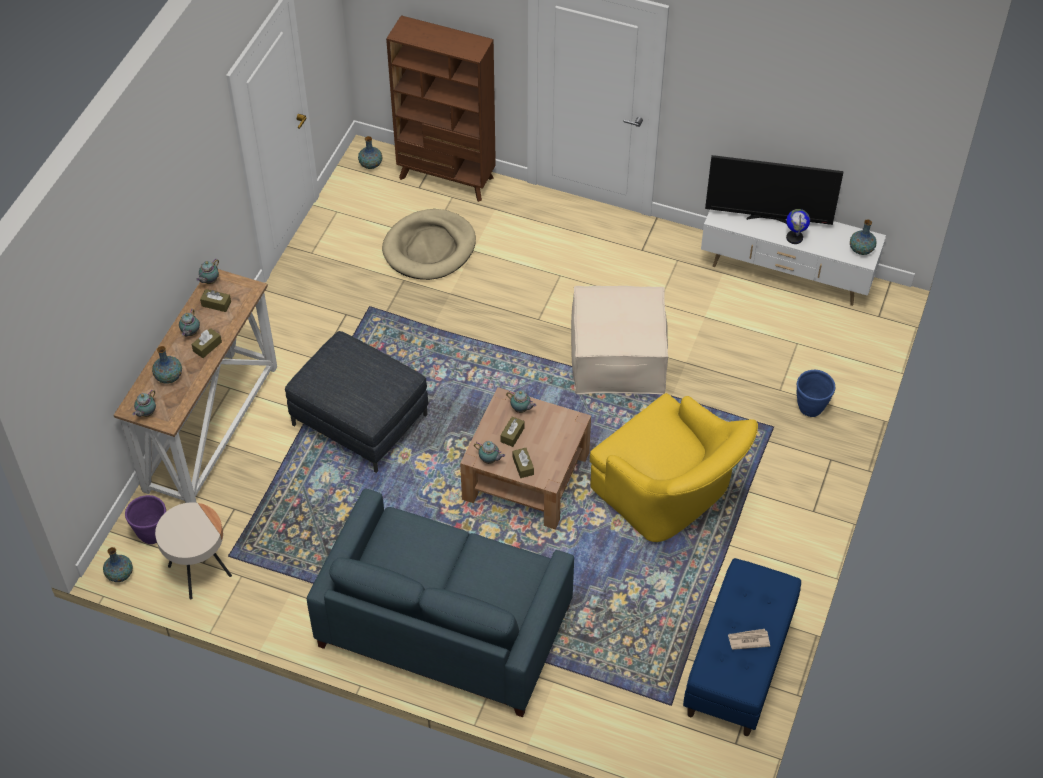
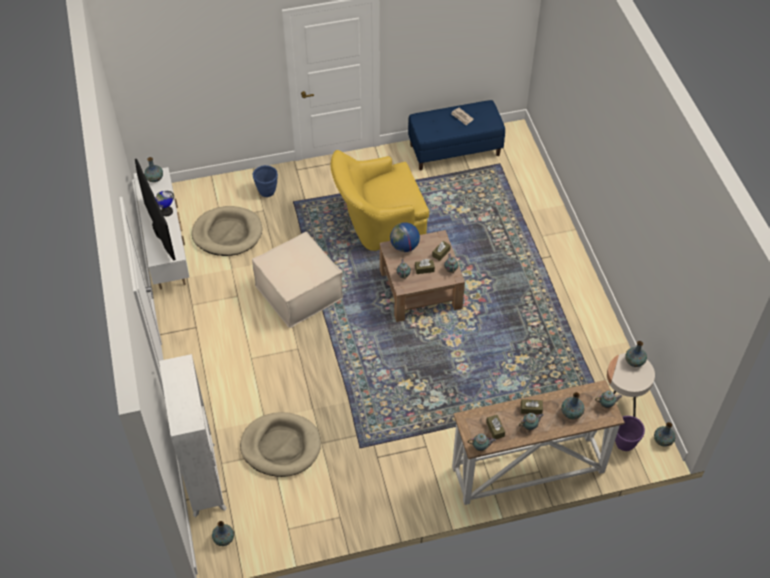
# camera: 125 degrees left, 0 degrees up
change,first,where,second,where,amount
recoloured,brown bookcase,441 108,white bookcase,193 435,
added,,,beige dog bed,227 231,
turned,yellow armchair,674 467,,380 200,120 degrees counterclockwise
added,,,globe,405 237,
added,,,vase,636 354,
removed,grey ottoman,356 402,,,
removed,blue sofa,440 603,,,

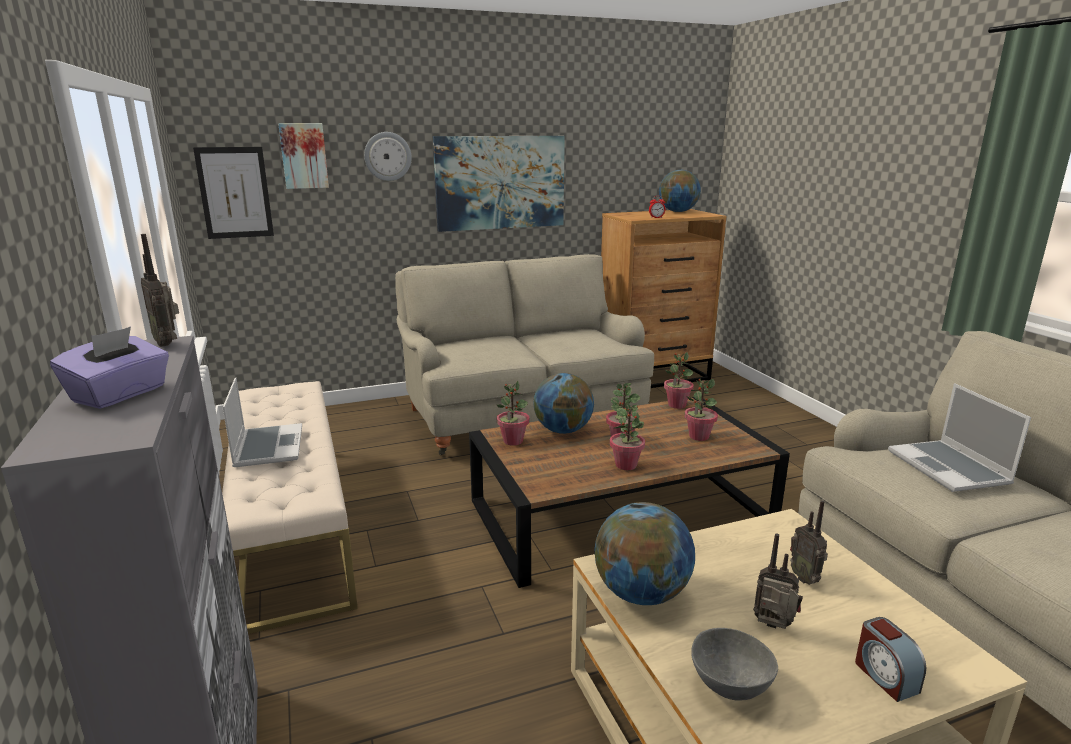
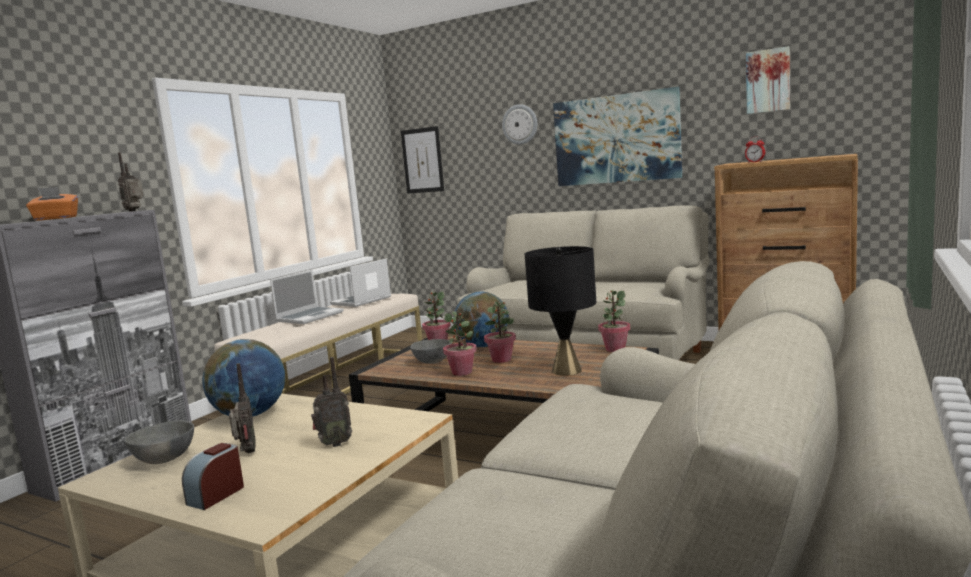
# camera: 50 degrees right, 10 degrees down
change,first,where,second,where,amount
recoloured,purple tissue box,109 368,orange tissue box,52 204,
turned,radio,809 542,,331 402,135 degrees counterclockwise
moved,laptop,959 437,,360 283,
added,,,grey bowl,431 351,
replaced,potted plant,701 410,black table lamp,560 311,
moved,picture,303 156,,768 80,
removed,globe,680 191,,,

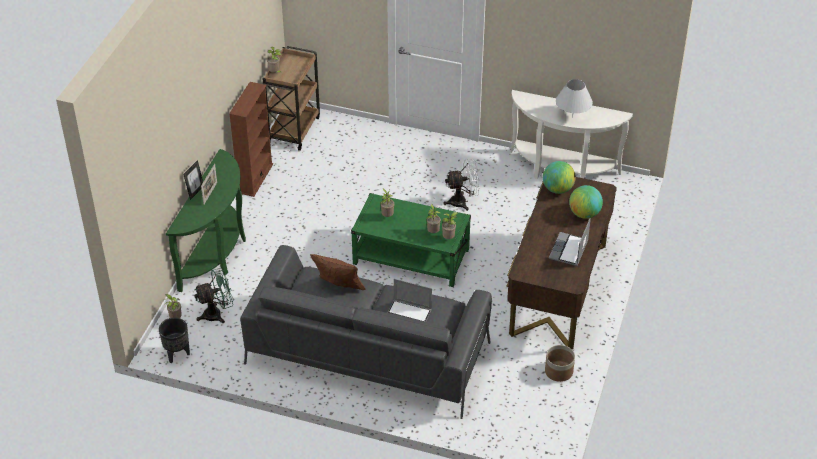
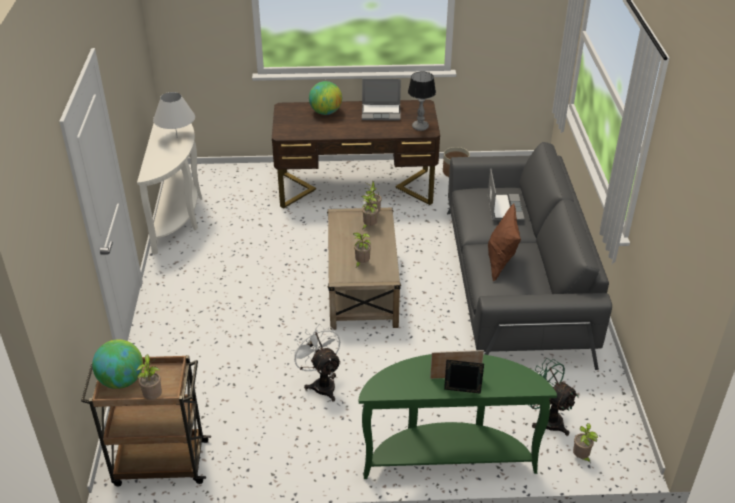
# camera: 110 degrees left, 5 degrees down
change,first,where,second,where,amount
moved,globe,559 177,,117 364,
moved,white fan,461 185,,315 363,
recoloured,green coffee table,411 240,beige coffee table,364 269,
added,,,table lamp,422 101,
removed,black planter,174 340,,,
removed,brown bookcase,251 139,,,

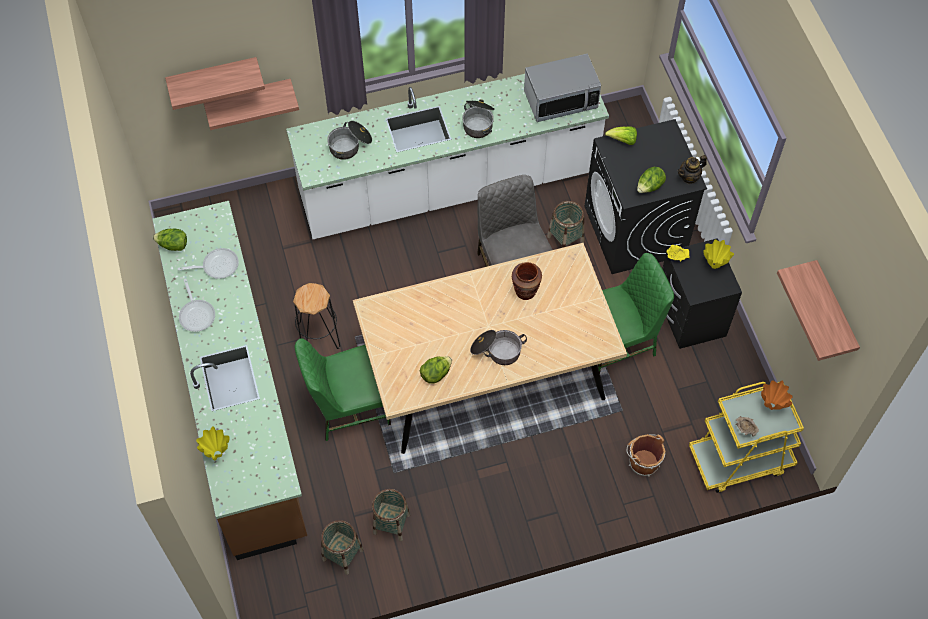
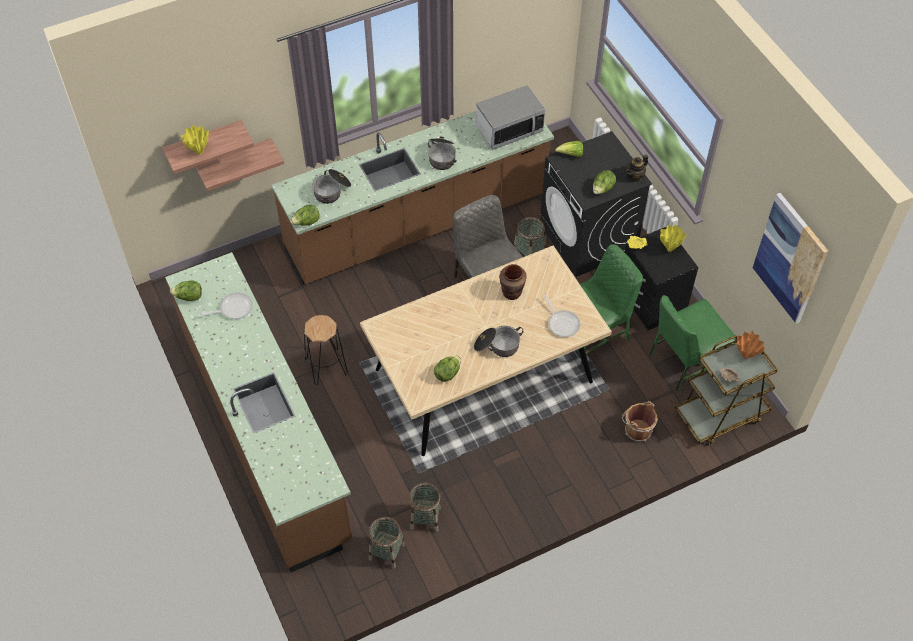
# camera: 10 degrees left, 5 degrees down
change,first,where,second,where,amount
moved,yellow vase,212 443,,195 140,
recoloured,white counter,447 156,brown counter,413 197,
added,,,lettuce,305 215,
moved,frying pan,197 305,,562 316,
moved,green chair,343 389,,693 343,
recoloured,yellow cart,746 437,brown cart,726 391,
replaced,shelf,818 310,picture,790 258,

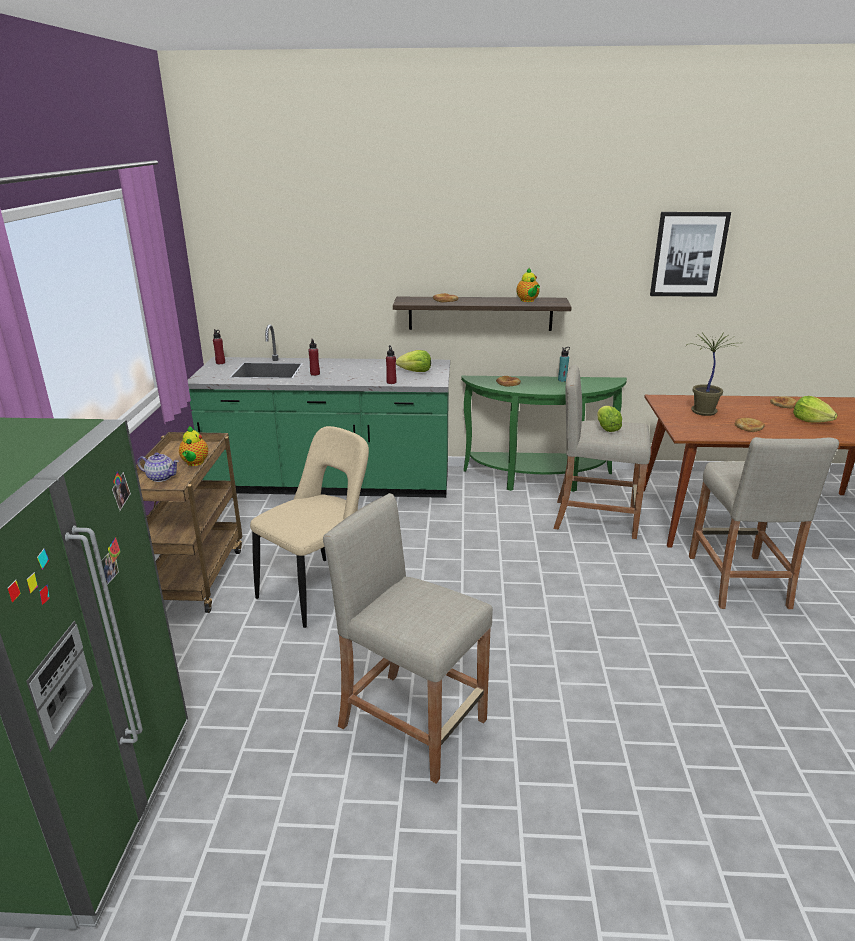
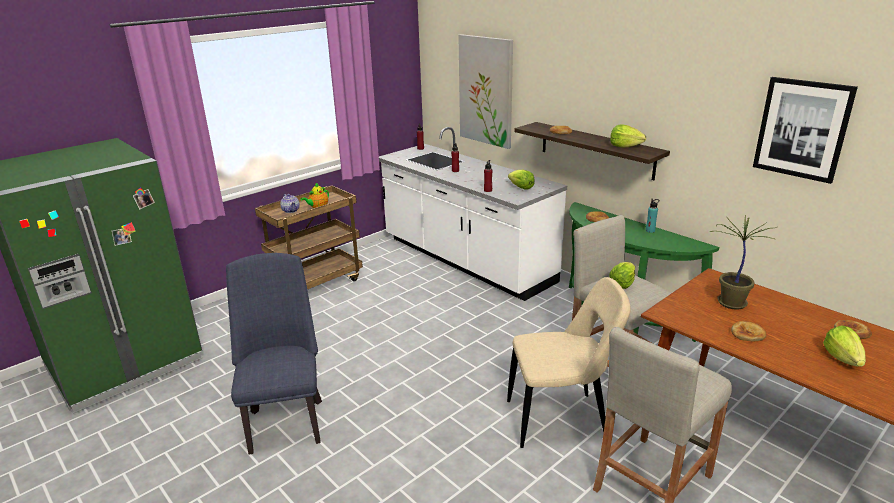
# camera: 45 degrees right, 0 degrees up
change,first,where,second,where,amount
replaced,beige stool,408 638,blue chair,274 354,
recoloured,green counter,319 411,white counter,473 214,
added,,,picture,485 91,
moved,beige chair,309 527,,569 362,
replaced,teapot,528 284,lettuce,628 136,

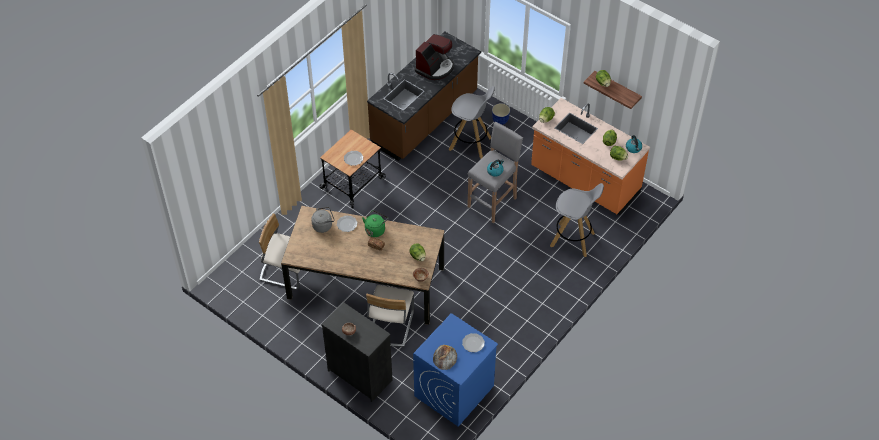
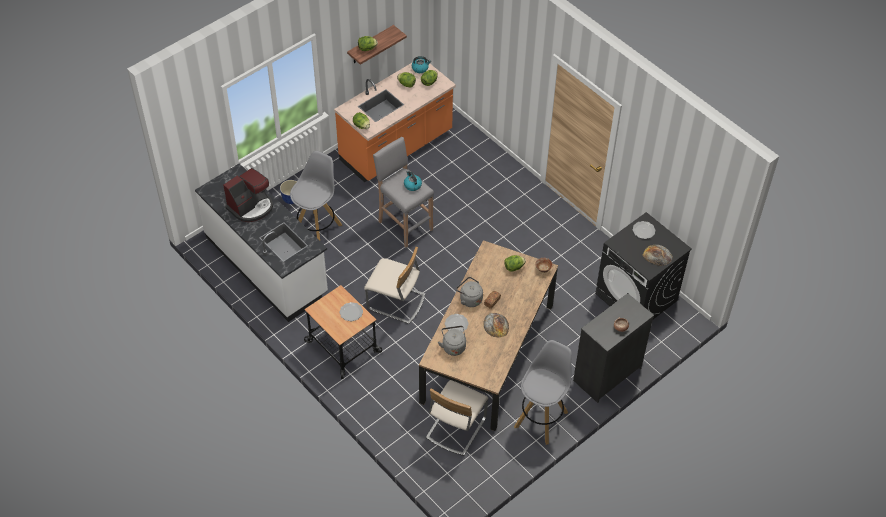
# camera: 80 degrees left, 0 degrees up
change,first,where,second,where,amount
recoloured,brown counter,424 96,white counter,261 242,
turned,coffee machine,434 57,,248 195,90 degrees clockwise
moved,beige chair,390 316,,394 285,
recoloured,green kettle,375 223,grey kettle,469 292,
added,,,bread,496 325,
moved,grey stool,577 220,,543 392,
recoloured,blue washing machine,455 370,black washing machine,643 265,

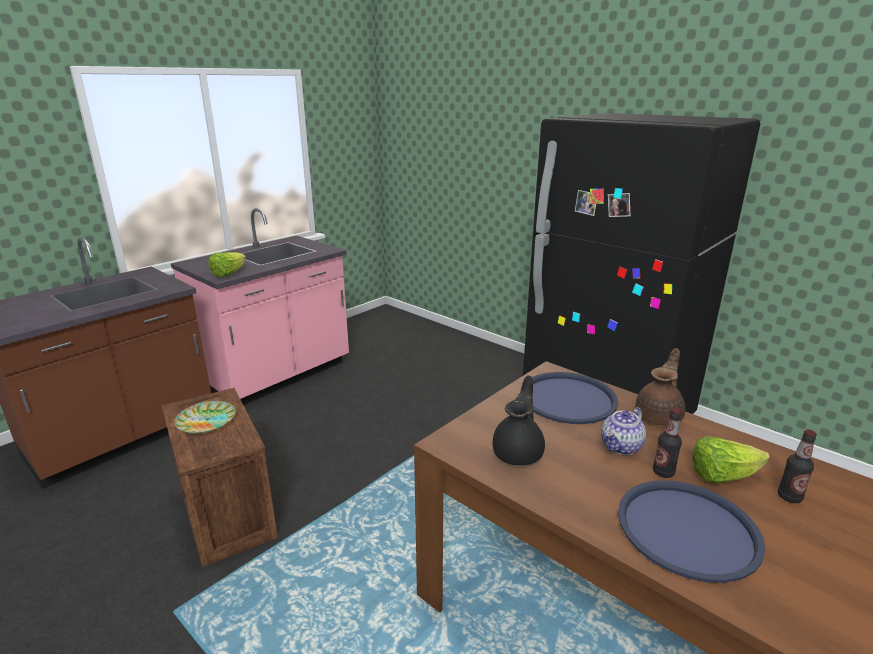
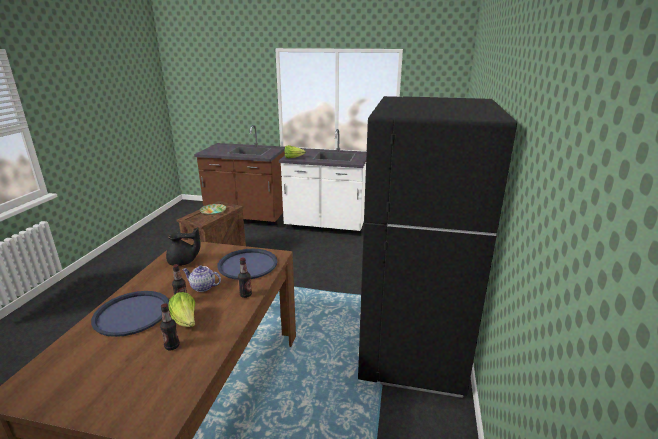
# camera: 60 degrees right, 0 degrees up
change,first,where,second,where,amount
replaced,brown teapot,660 387,bottle,245 278,
recoloured,pink counter,260 306,white counter,323 182,

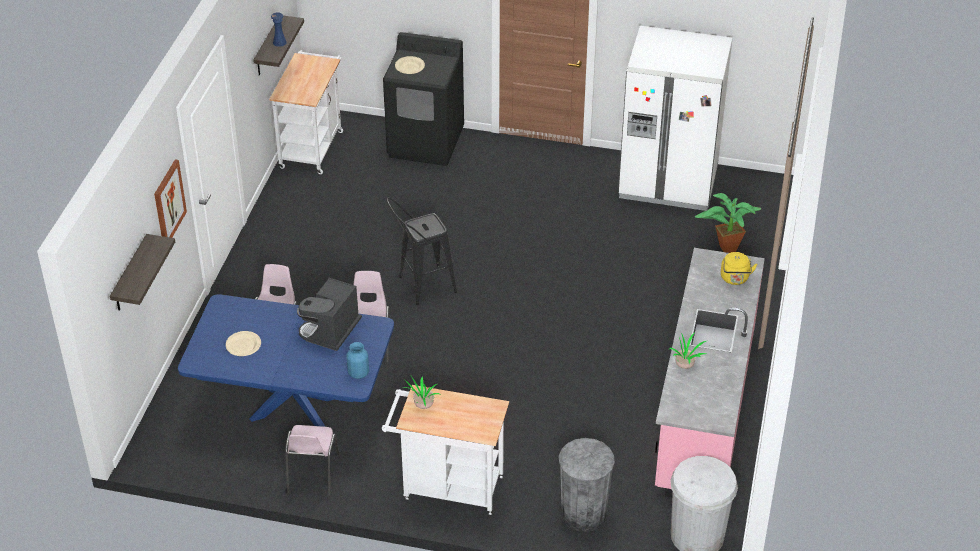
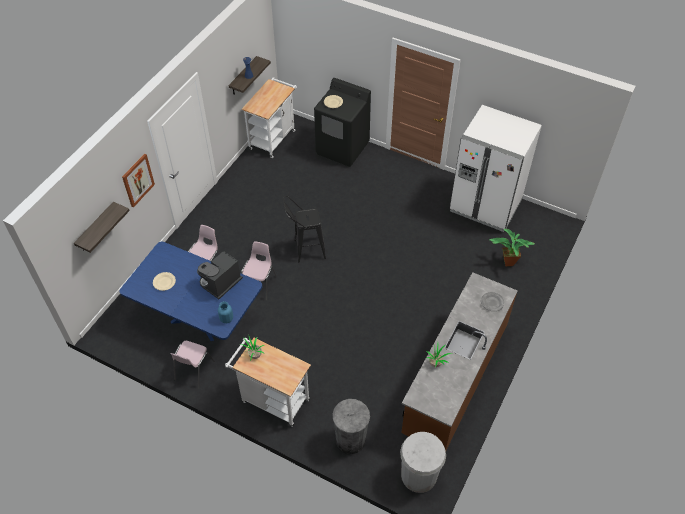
# camera: 15 degrees right, 10 degrees up
change,first,where,second,where,amount
recoloured,pink counter,710 372,brown counter,459 361,
replaced,yellow kettle,739 268,grey plate,492 302,

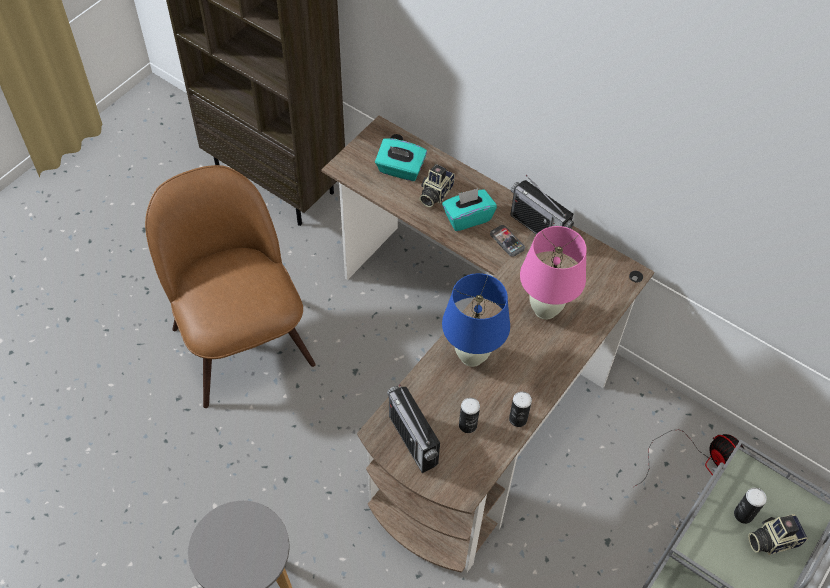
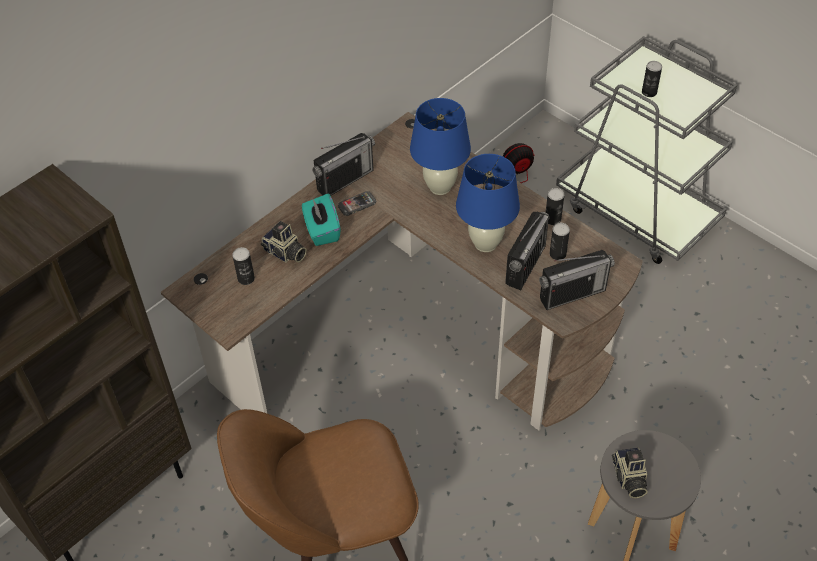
# camera: 80 degrees left, 5 degrees down
change,first,where,second,where,amount
replaced,turquoise tissue box,401 159,can,243 266,
recoloured,pink table lamp,553 273,blue table lamp,440 146,
added,,,radio,527 251,
moved,photo camera,778 534,,630 473,

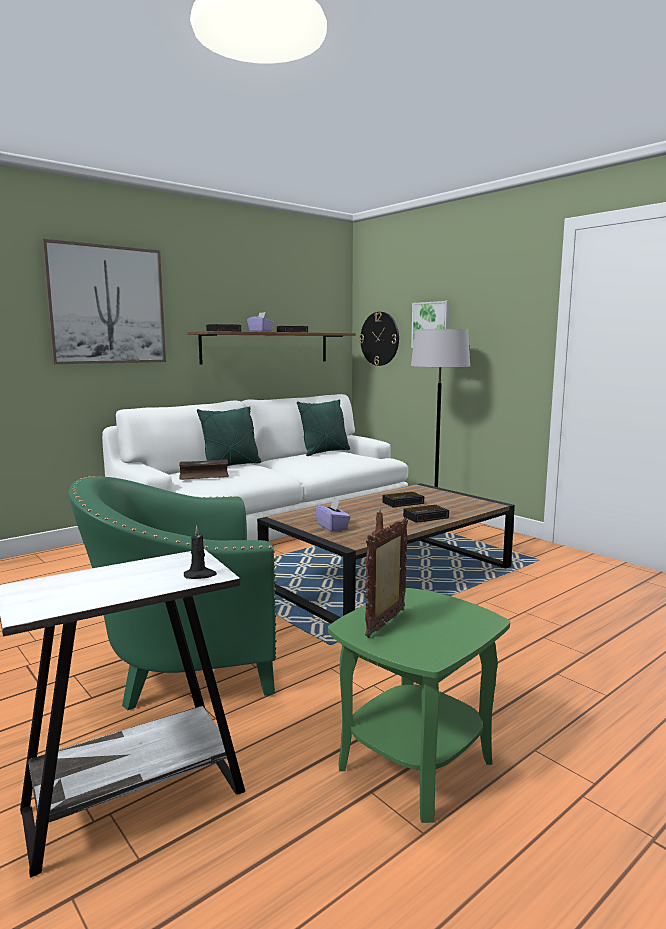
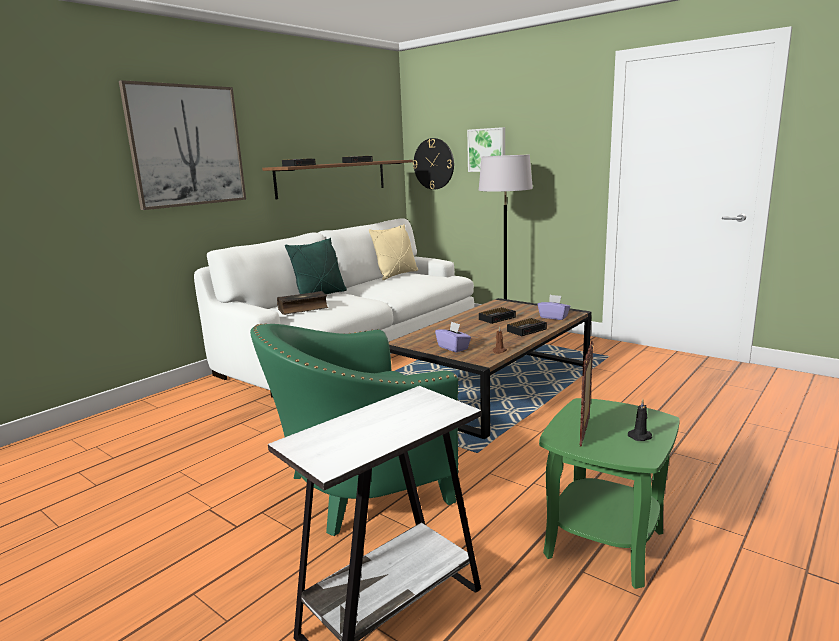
# camera: 10 degrees left, 5 degrees up
change,first,where,second,where,amount
recoloured,green pillow,323 428,beige pillow,393 252,
moved,purple tissue box,260 322,,554 307,
moved,black candle,200 552,,640 420,

